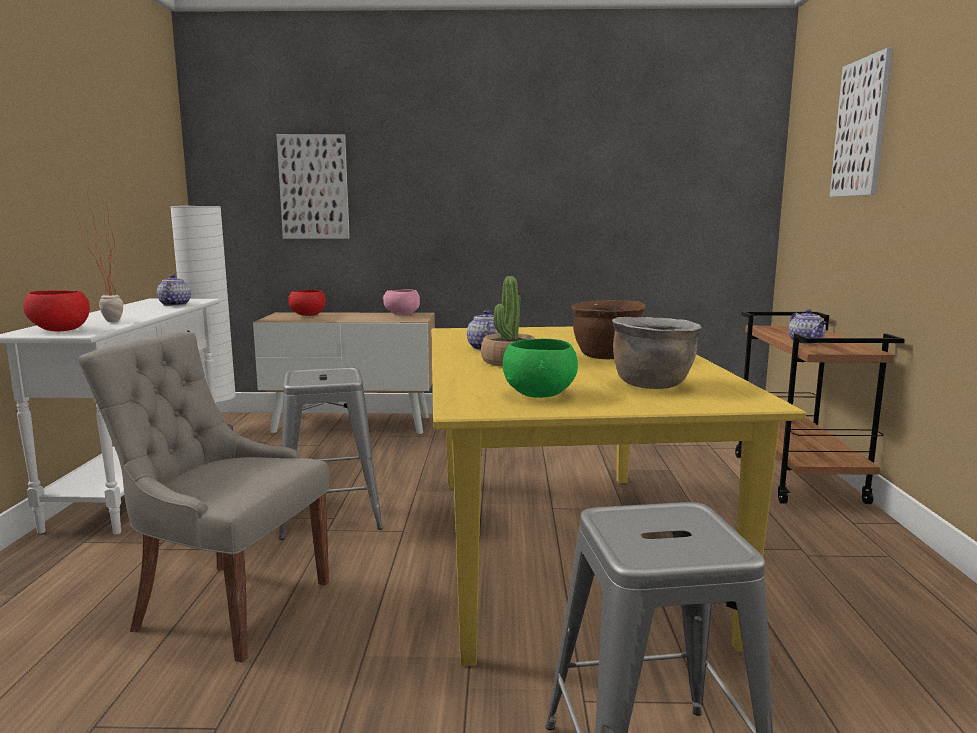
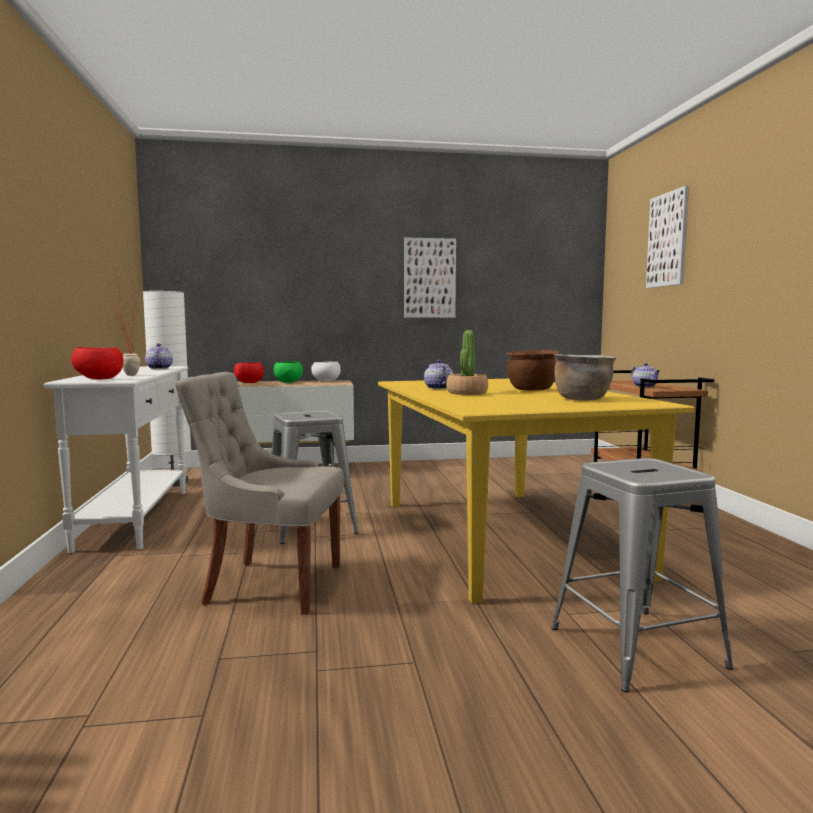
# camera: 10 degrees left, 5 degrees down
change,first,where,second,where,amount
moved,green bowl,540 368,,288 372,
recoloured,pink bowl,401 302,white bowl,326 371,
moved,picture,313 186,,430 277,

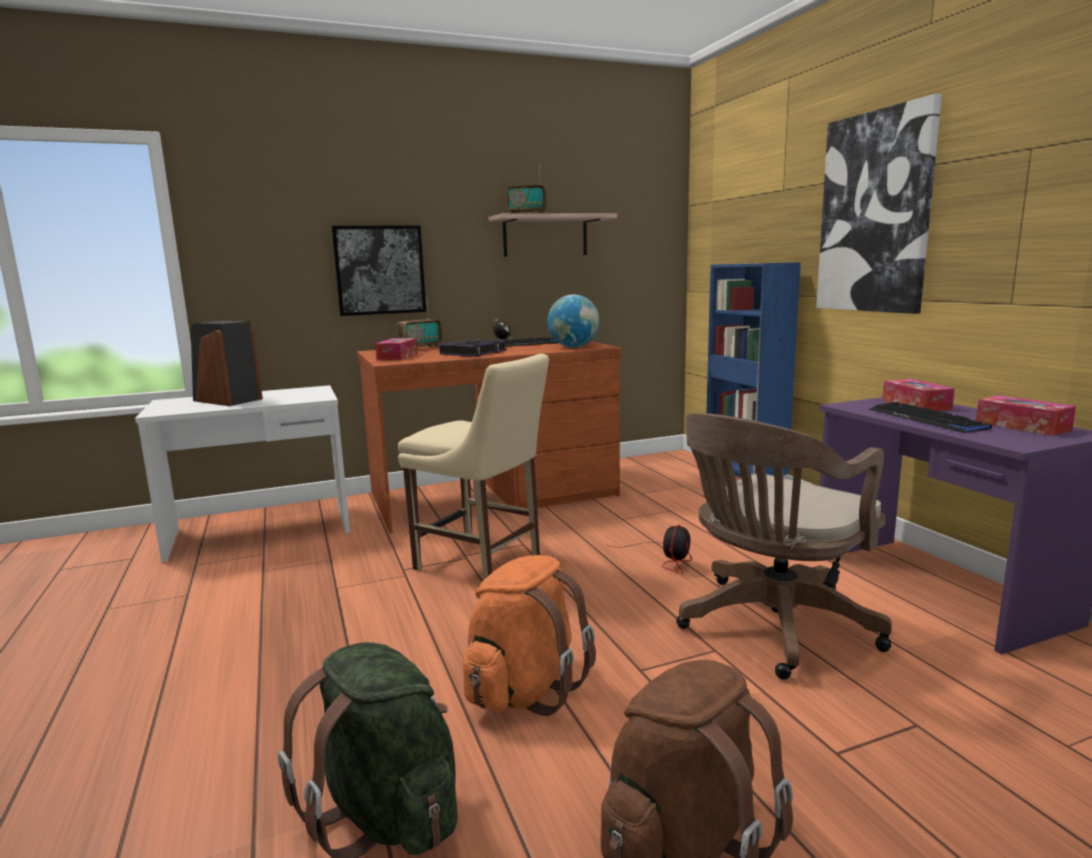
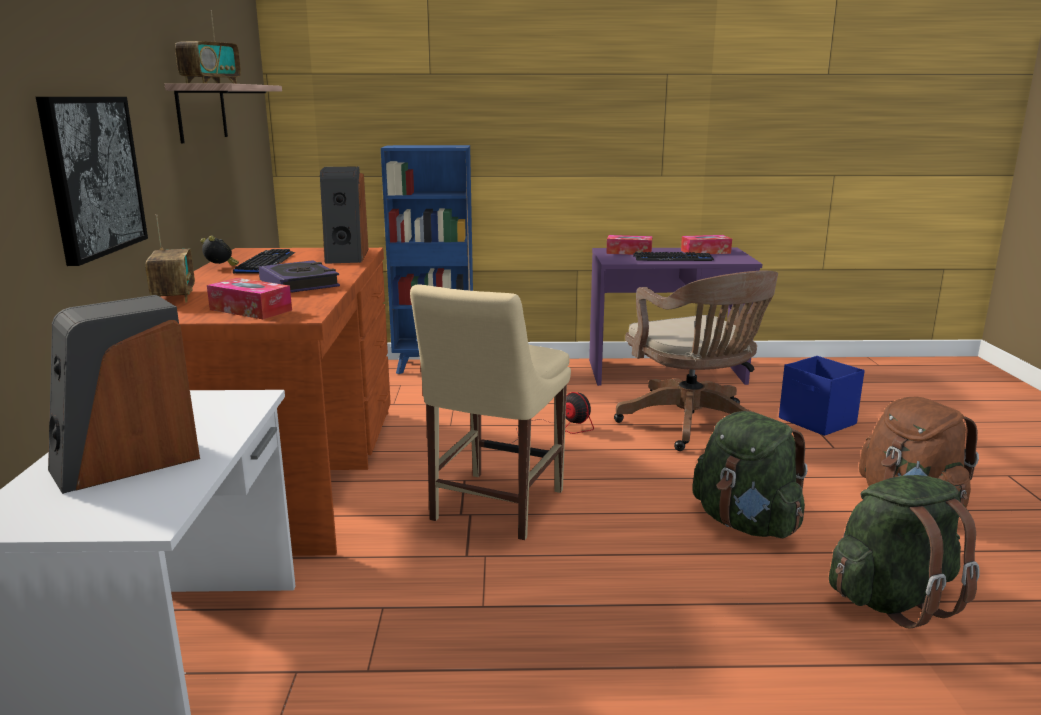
# camera: 70 degrees left, 5 degrees up
change,first,where,second,where,amount
replaced,globe,573 321,speaker,344 215,
turned,beige chair,473 467,,490 412,150 degrees clockwise
recoloured,orange backpack,529 635,green backpack,750 474,
added,,,blue storage box,822 396,
removed,picture,879 204,,,

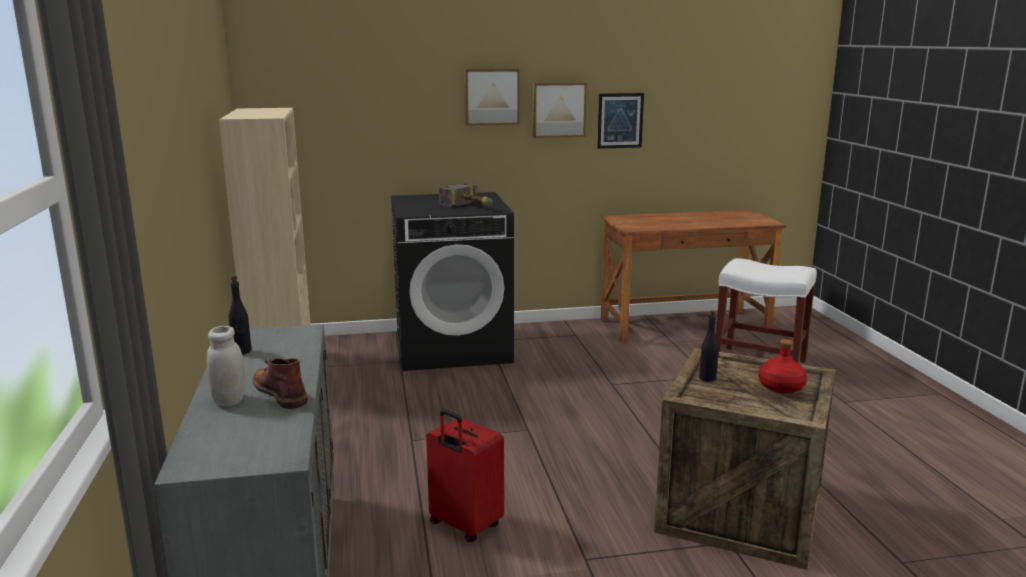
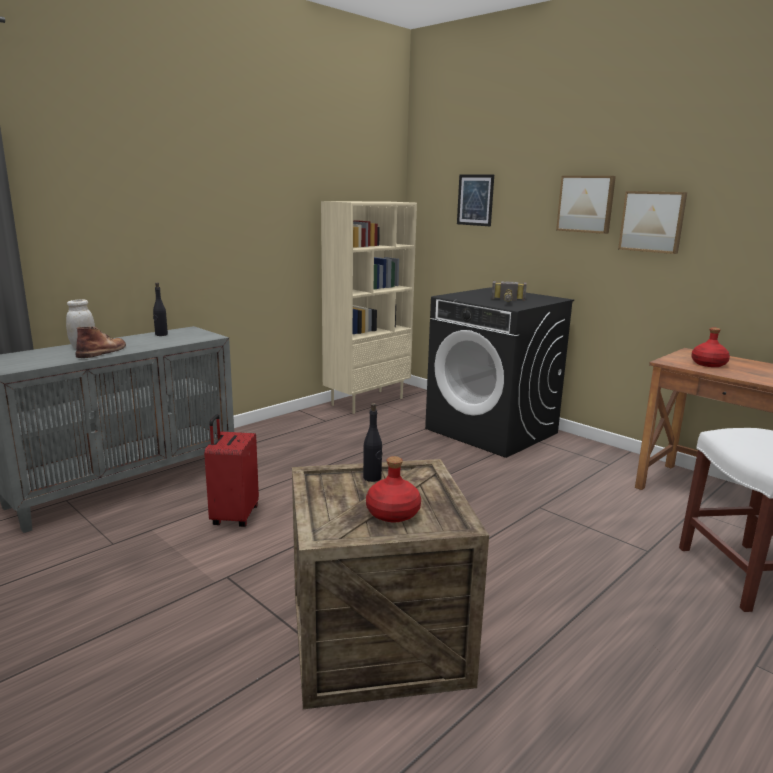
# camera: 55 degrees right, 0 degrees up
change,first,where,second,where,amount
moved,picture,620 121,,475 200,
added,,,red bottle,710 347,

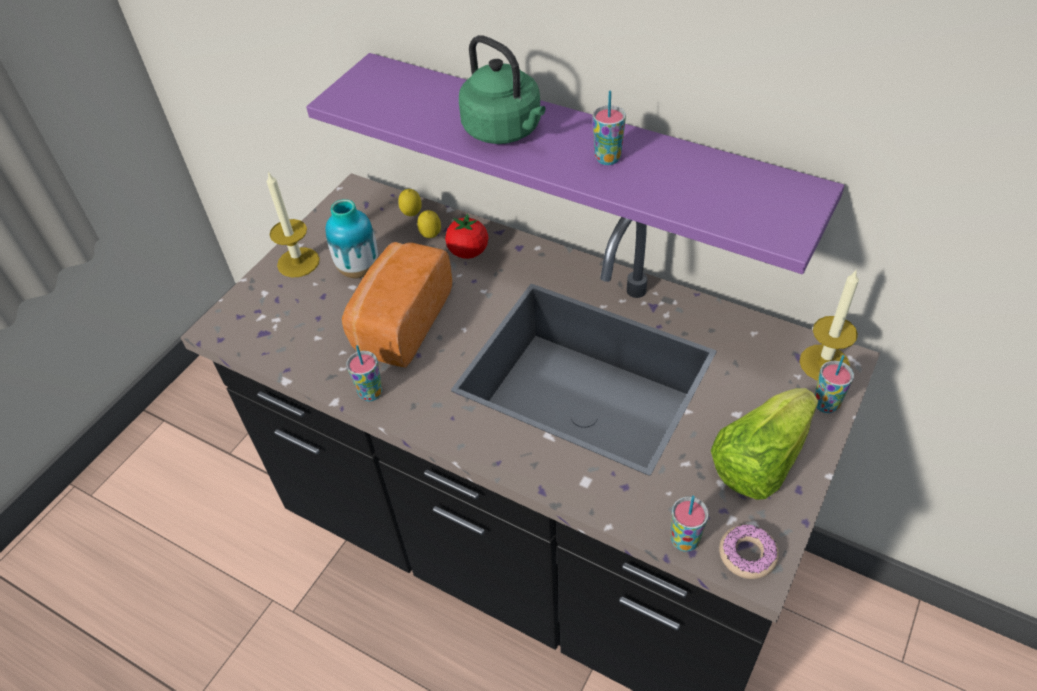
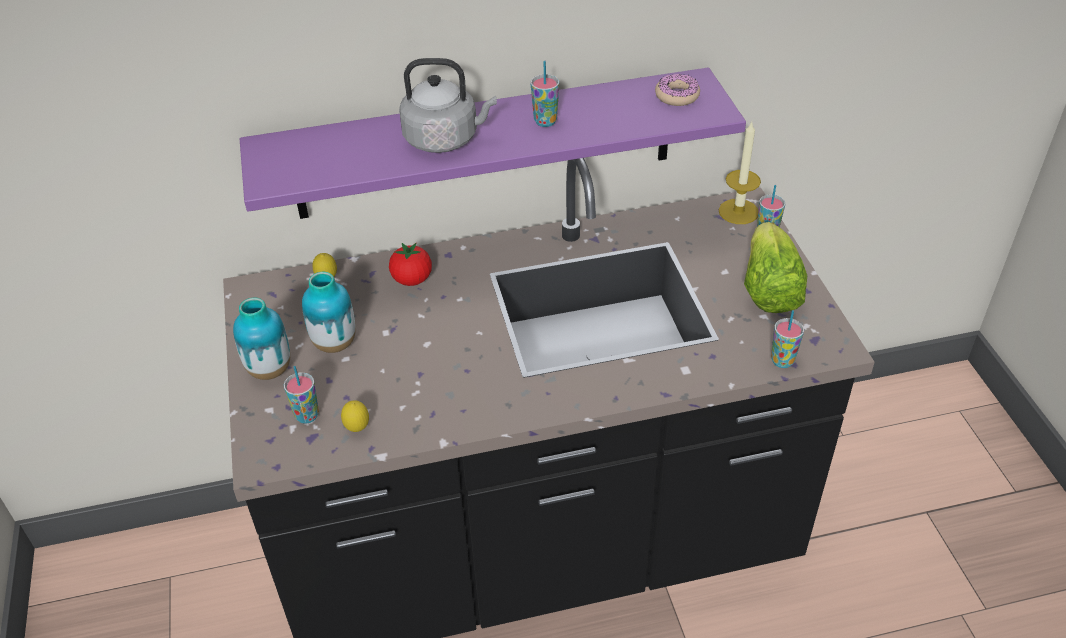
# camera: 45 degrees left, 5 degrees down
change,first,where,second,where,amount
replaced,candle,293 224,vase,261 338,
moved,cup,364 373,,301 395,
moved,lemon,429 224,,355 416,
recoloured,green kettle,502 89,grey kettle,448 105,
moved,donut,749 551,,677 90,
removed,bread,397 305,,,

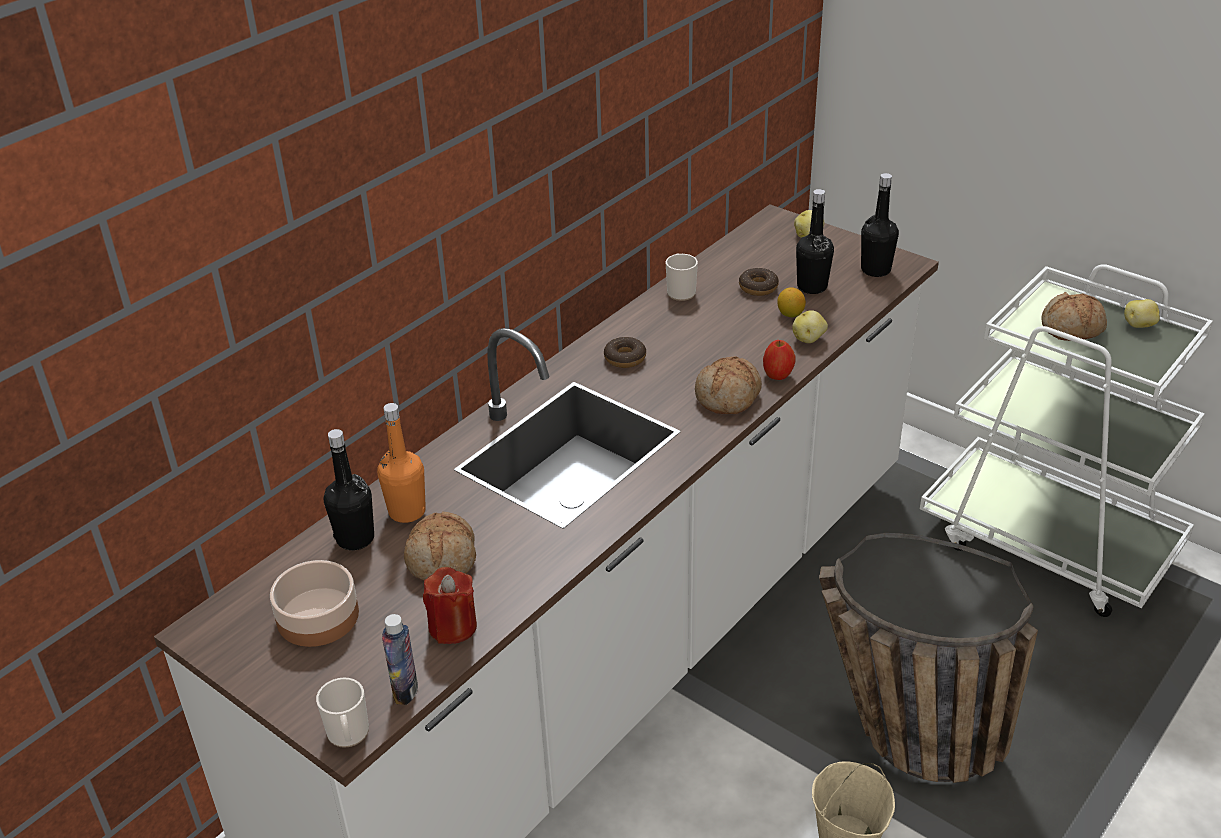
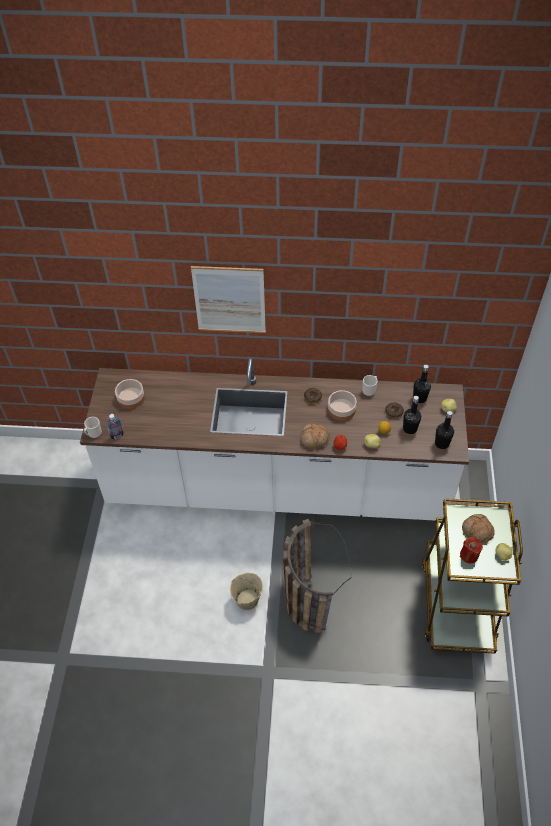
# camera: 55 degrees right, 15 degrees up
change,first,where,second,where,amount
added,,,picture,228 299,
added,,,bowl,342 405,
moved,black bottle,349 489,,422 384,
recoloured,white cart,1066 440,brown cart,472 576,
moved,red candle,450 605,,471 550,
removed,orange bottle,401 463,,,
removed,bread,440 546,,,

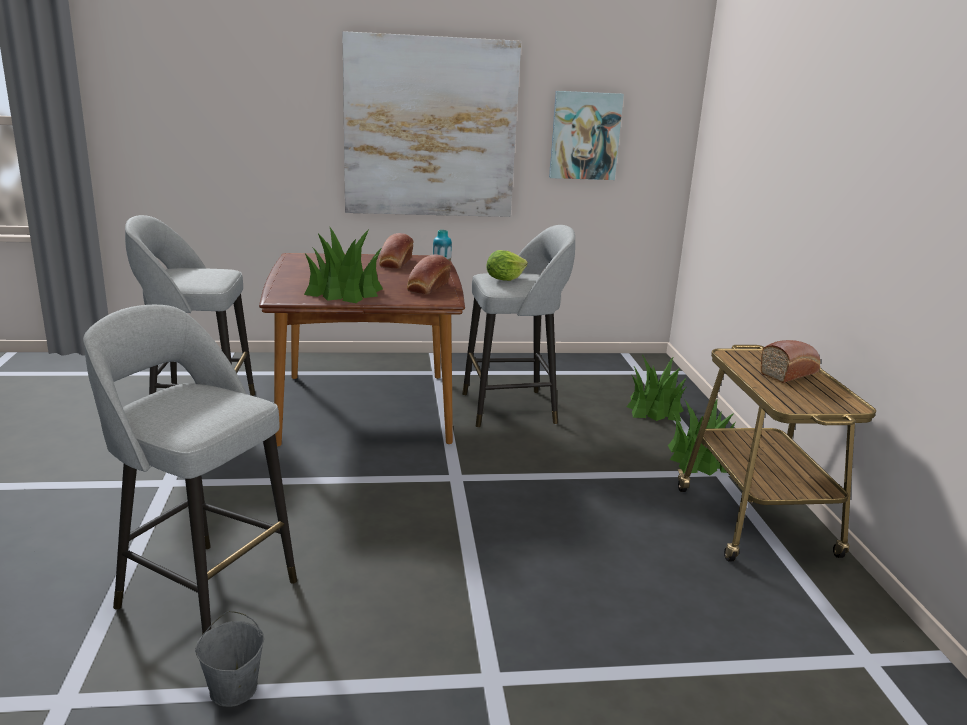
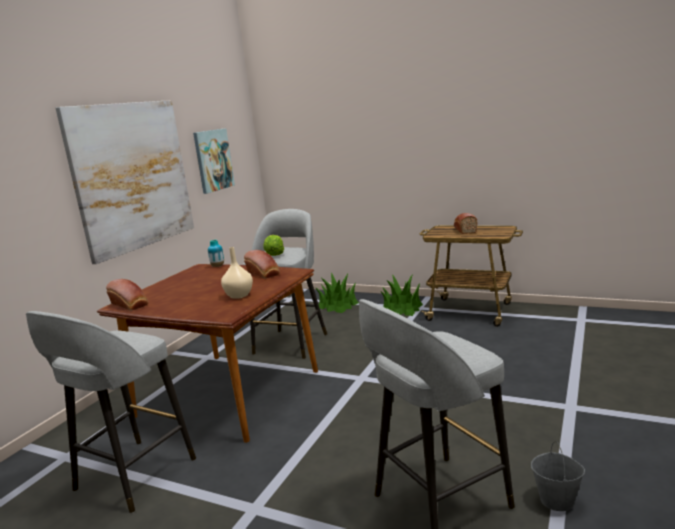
# camera: 55 degrees left, 5 degrees down
change,first,where,second,where,amount
moved,bread,396 251,,127 295,
replaced,potted plant,343 264,beige vase,237 273,

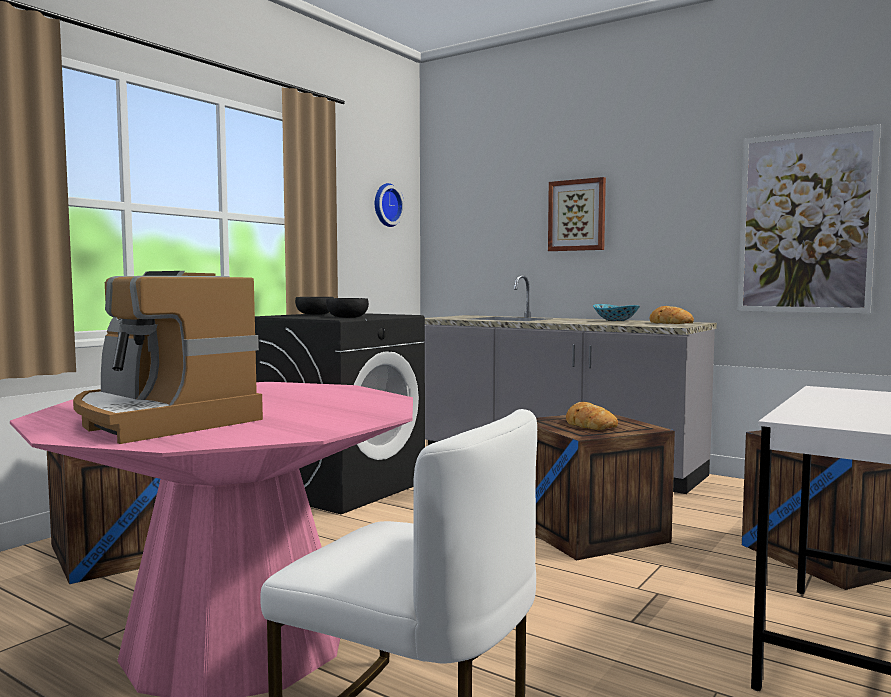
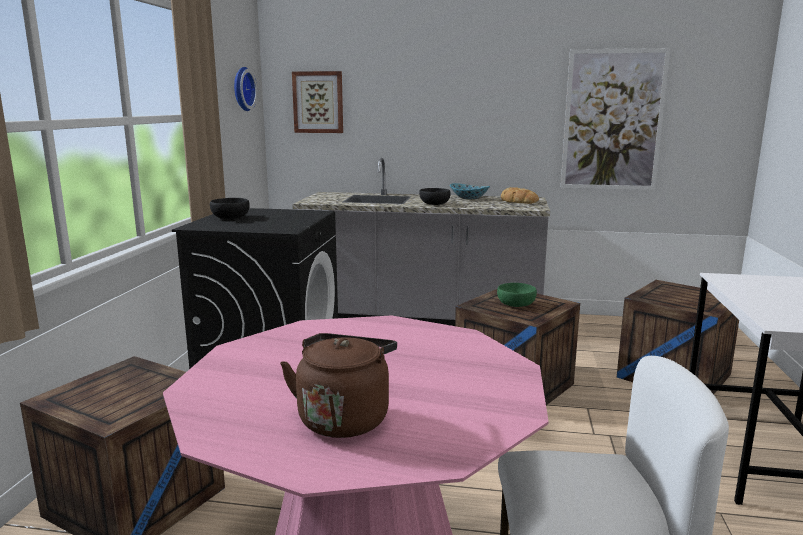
# camera: 25 degrees left, 10 degrees up
change,first,where,second,where,amount
replaced,coffee machine,168 357,brown kettle,338 385,
moved,picture,577 214,,317 102,
moved,black bowl,347 308,,435 196,
replaced,bread,592 416,green bowl,517 295,

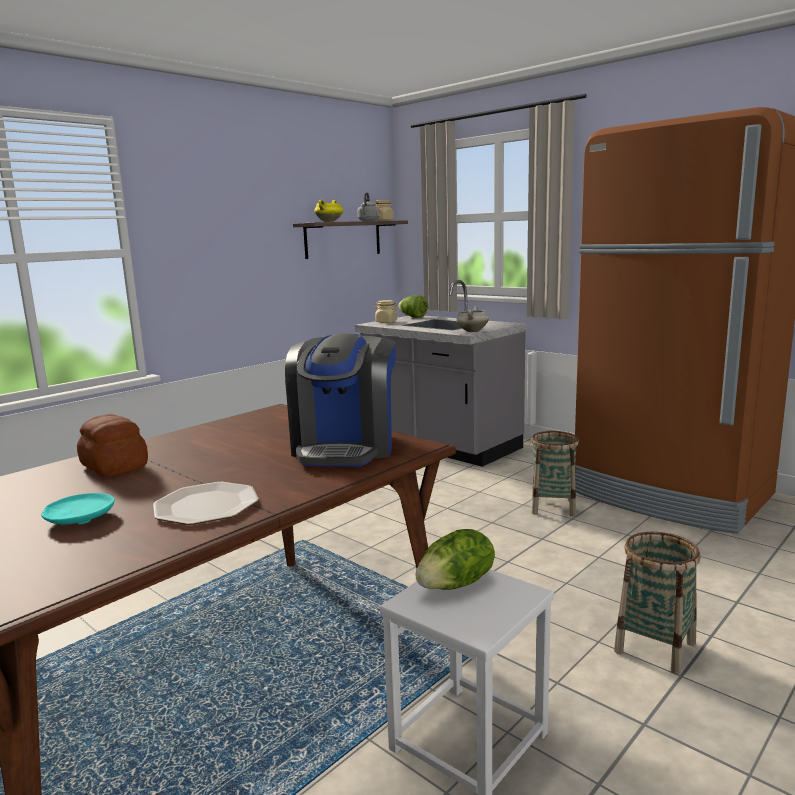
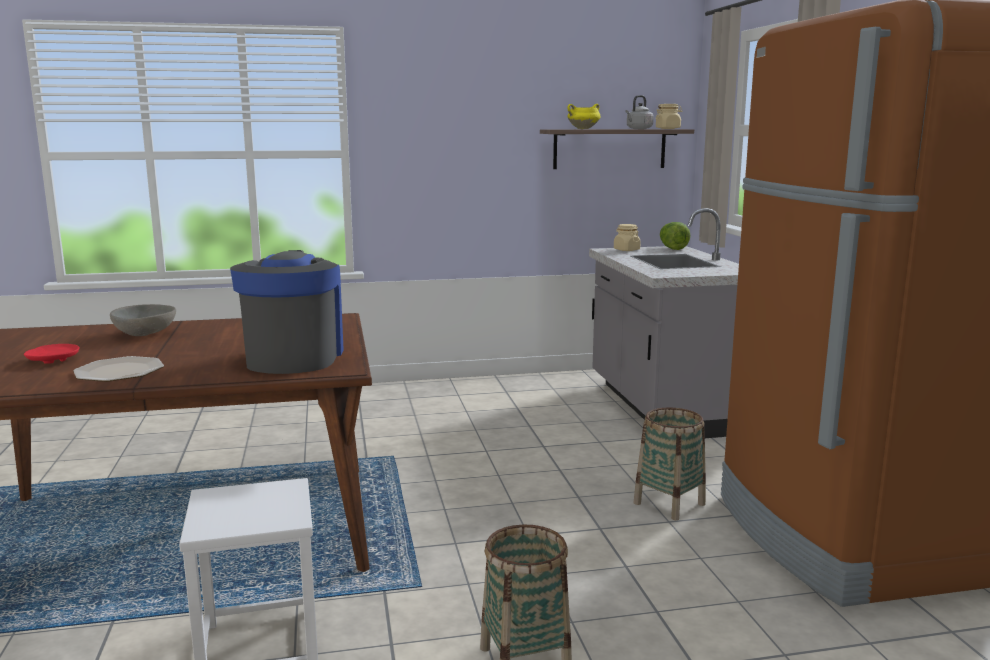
# camera: 35 degrees right, 0 degrees up
change,first,where,second,where,amount
recoloured,turquoise plate,78 509,red plate,51 354,
replaced,bread,112 445,grey bowl,143 320,
turned,coffee machine,340 399,,287 312,135 degrees clockwise
removed,lettuce,455 559,,,
removed,white cooking pot,472 319,,,

